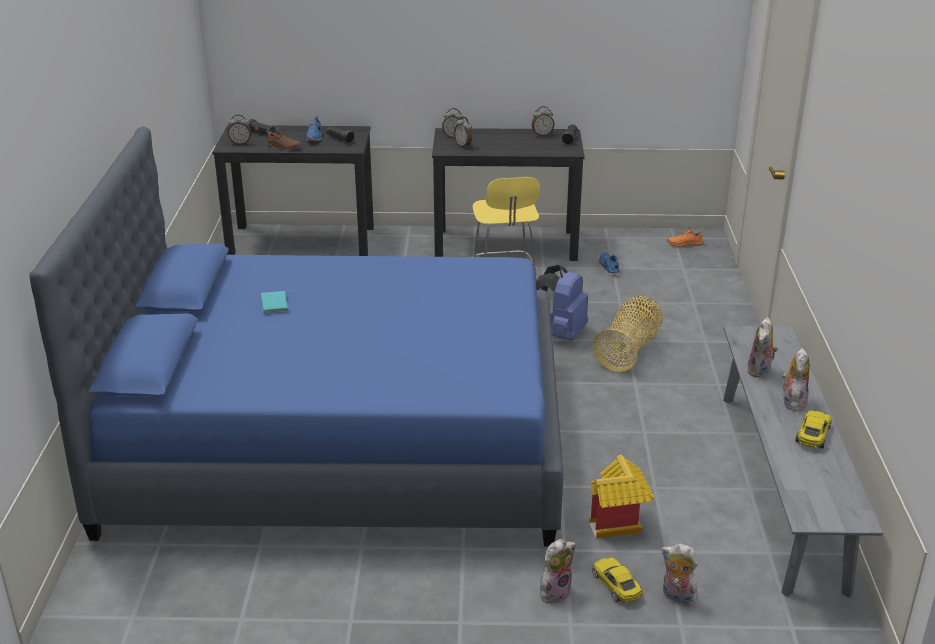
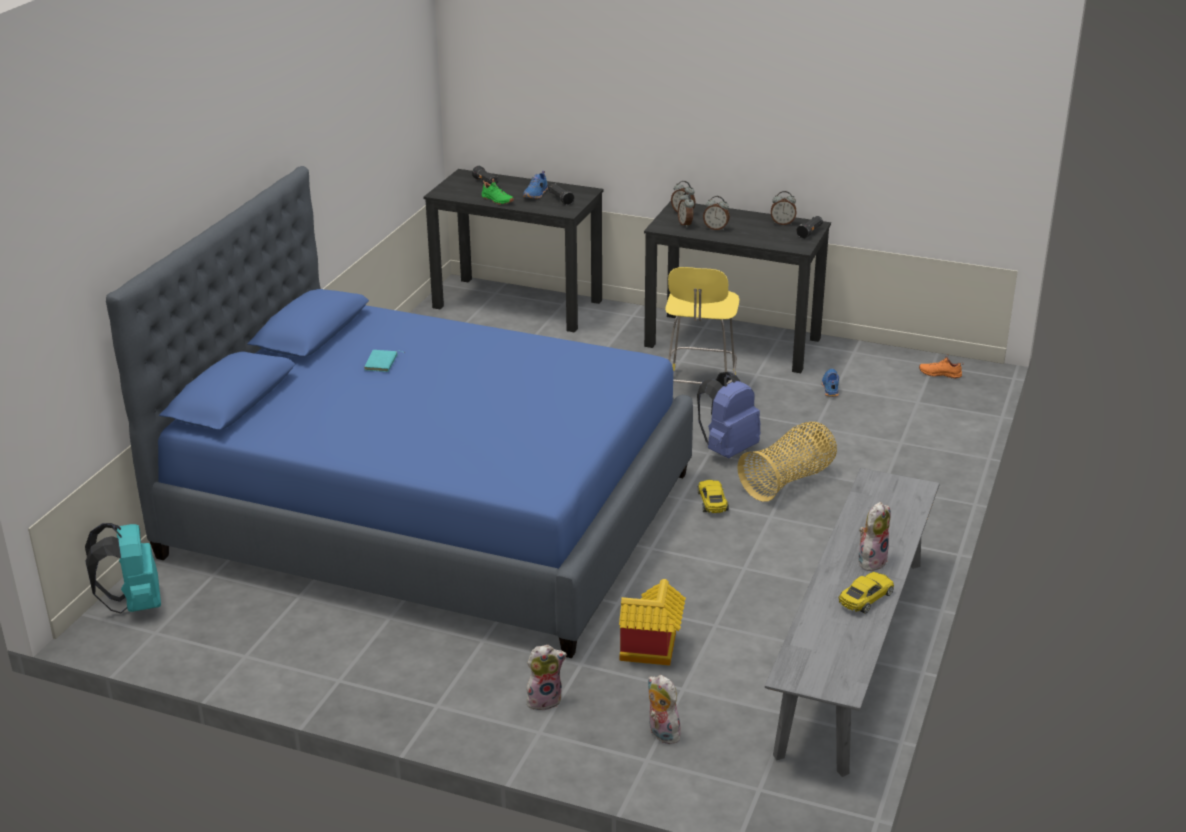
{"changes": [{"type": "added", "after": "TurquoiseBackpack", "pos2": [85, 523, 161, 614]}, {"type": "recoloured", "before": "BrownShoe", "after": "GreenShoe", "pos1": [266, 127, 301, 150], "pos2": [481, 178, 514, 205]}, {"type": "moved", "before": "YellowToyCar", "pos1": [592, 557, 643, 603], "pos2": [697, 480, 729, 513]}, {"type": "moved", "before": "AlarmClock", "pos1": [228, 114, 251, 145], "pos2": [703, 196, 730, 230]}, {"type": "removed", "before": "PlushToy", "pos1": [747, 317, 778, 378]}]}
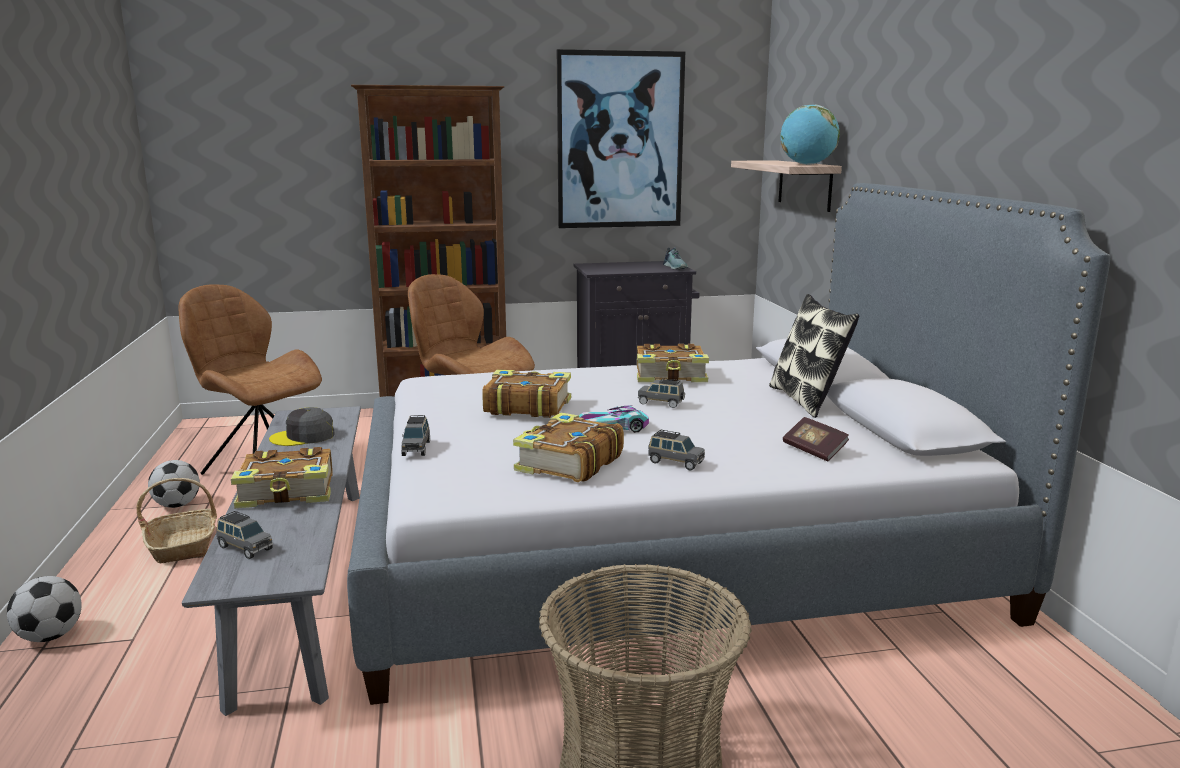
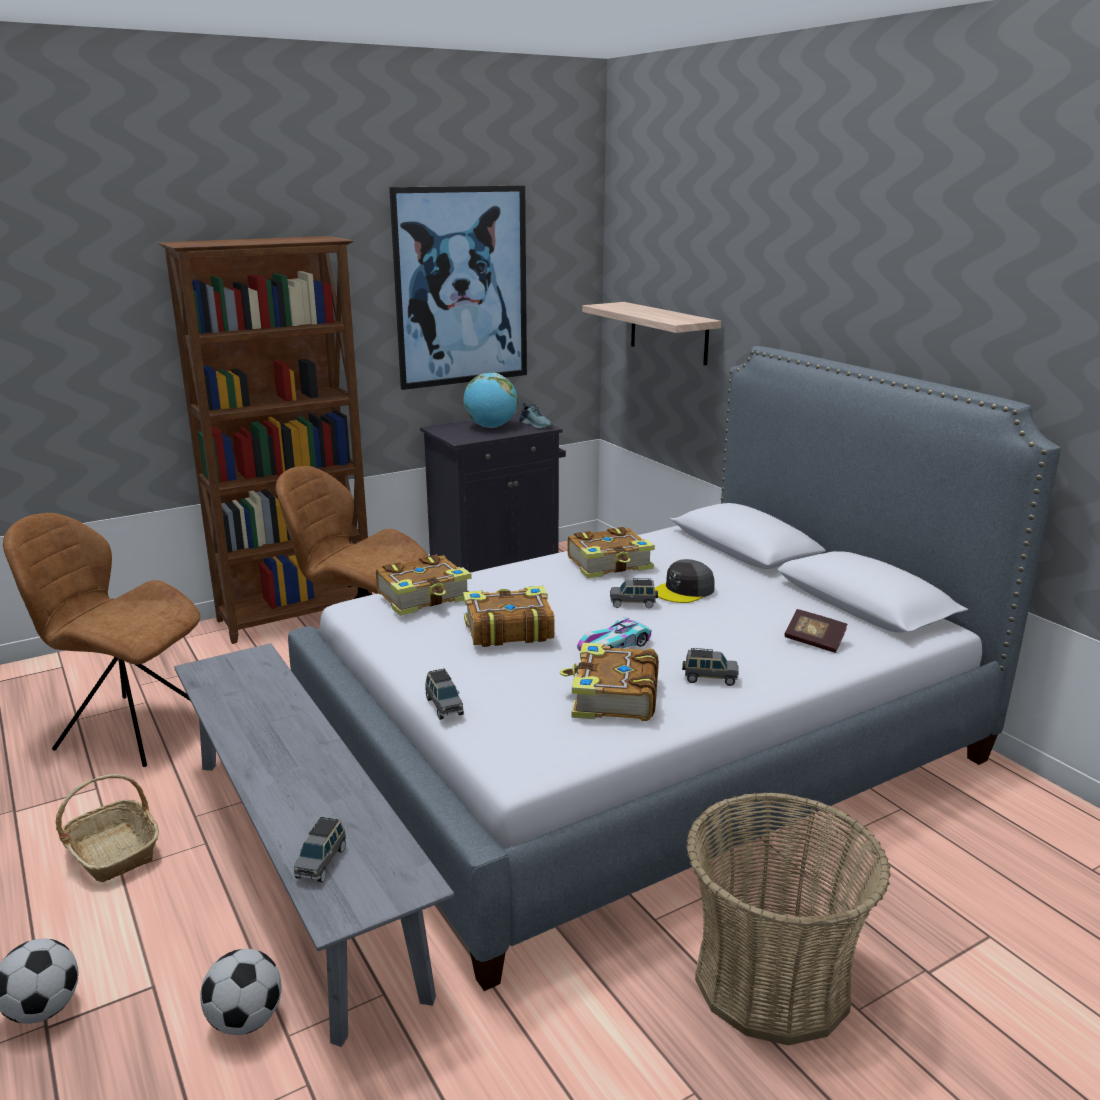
{"changes": [{"type": "moved", "before": "Football", "pos1": [148, 460, 200, 508], "pos2": [200, 949, 282, 1035]}, {"type": "turned", "before": "GreyToyCar", "pos1": [216, 511, 273, 559], "pos2": [294, 817, 346, 883], "turn": 90}, {"type": "moved", "before": "Book", "pos1": [231, 447, 333, 508], "pos2": [376, 555, 472, 616]}, {"type": "moved", "before": "Globe", "pos1": [780, 105, 840, 165], "pos2": [463, 373, 518, 428]}, {"type": "moved", "before": "GreyCap", "pos1": [269, 407, 334, 446], "pos2": [655, 559, 714, 603]}, {"type": "removed", "before": "Pillow", "pos1": [769, 294, 859, 418]}]}
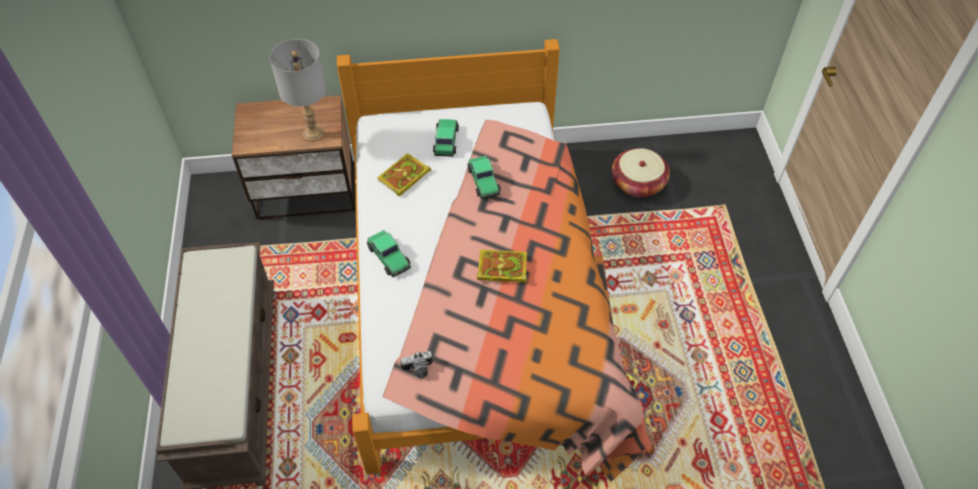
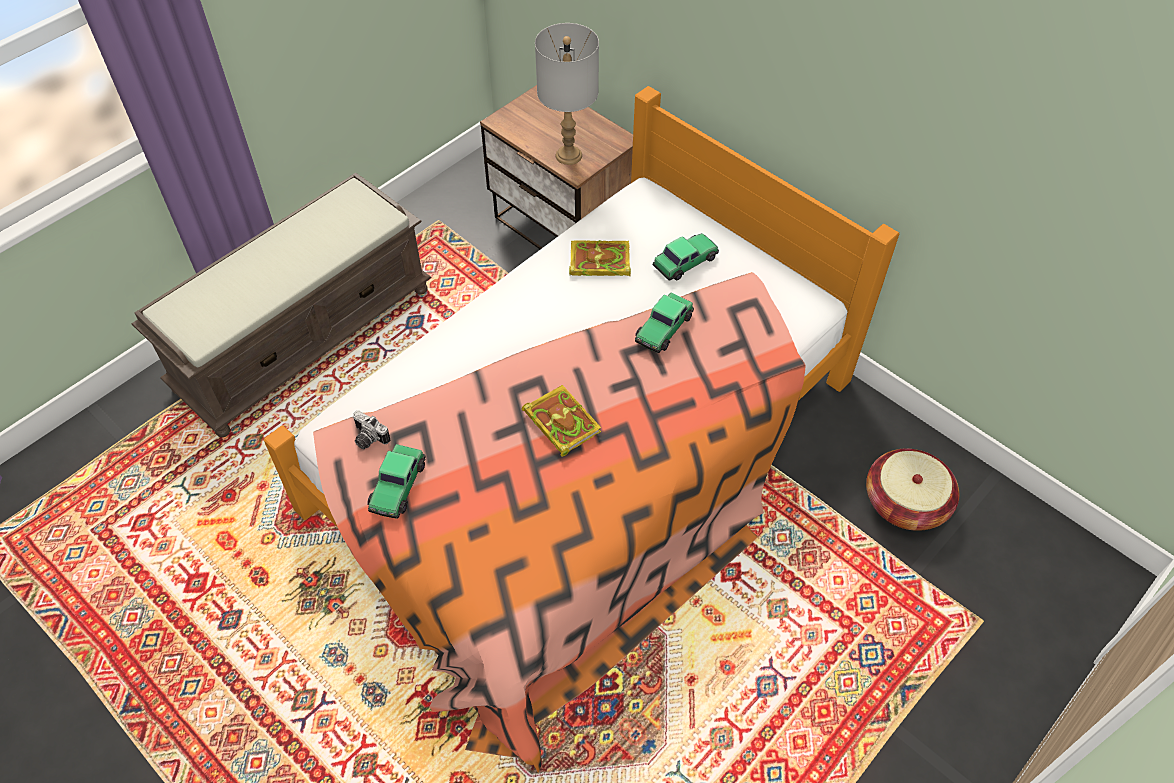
{"changes": [{"type": "moved", "before": "ToyCar", "pos1": [367, 230, 411, 277], "pos2": [367, 444, 426, 519]}]}
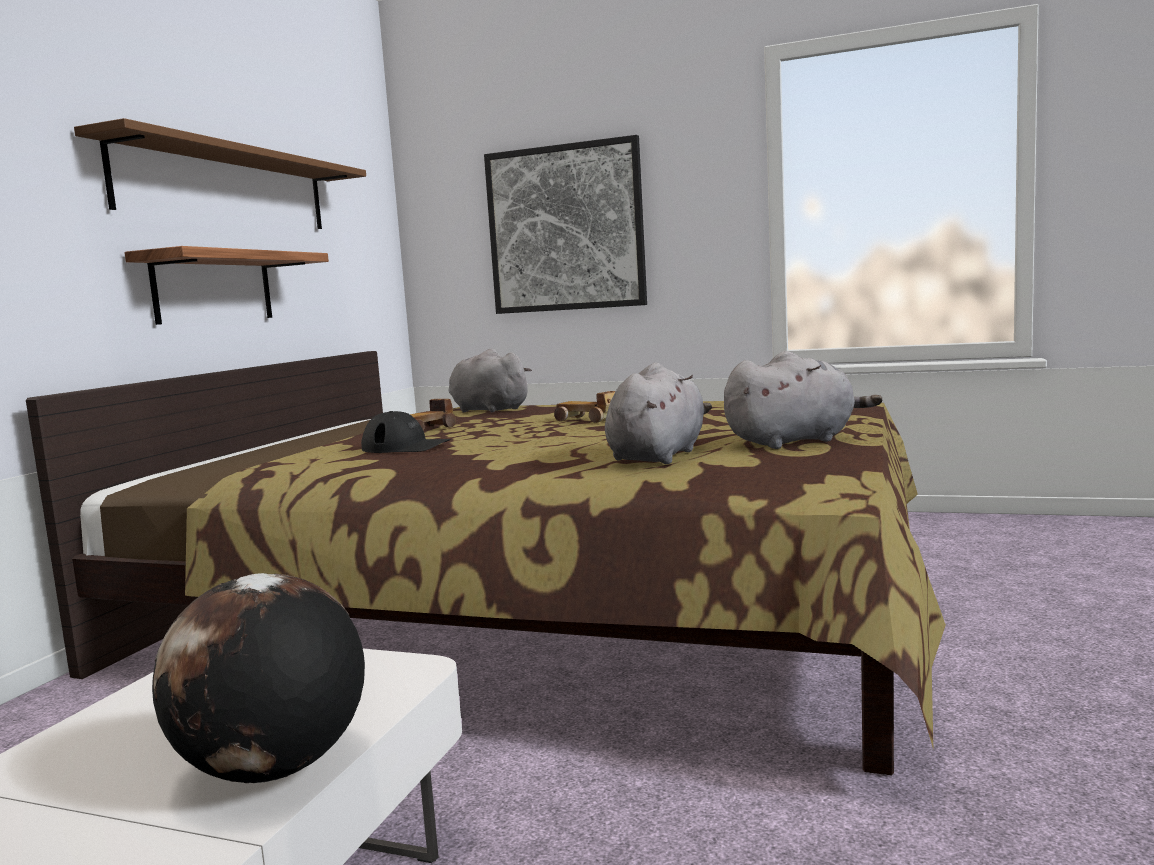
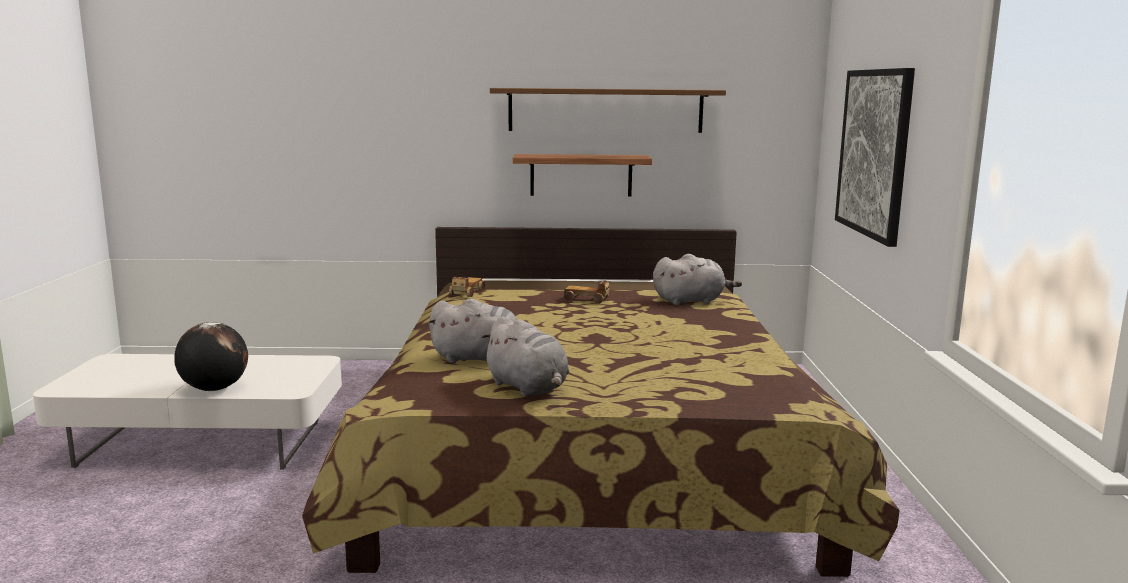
{"changes": [{"type": "moved", "before": "ToyCar", "pos1": [554, 391, 616, 423], "pos2": [449, 277, 485, 297]}, {"type": "turned", "before": "GreyPlushToy", "pos1": [449, 348, 532, 413], "pos2": [653, 254, 742, 305], "turn": 60}, {"type": "removed", "before": "BlackCap", "pos1": [361, 411, 450, 453]}]}
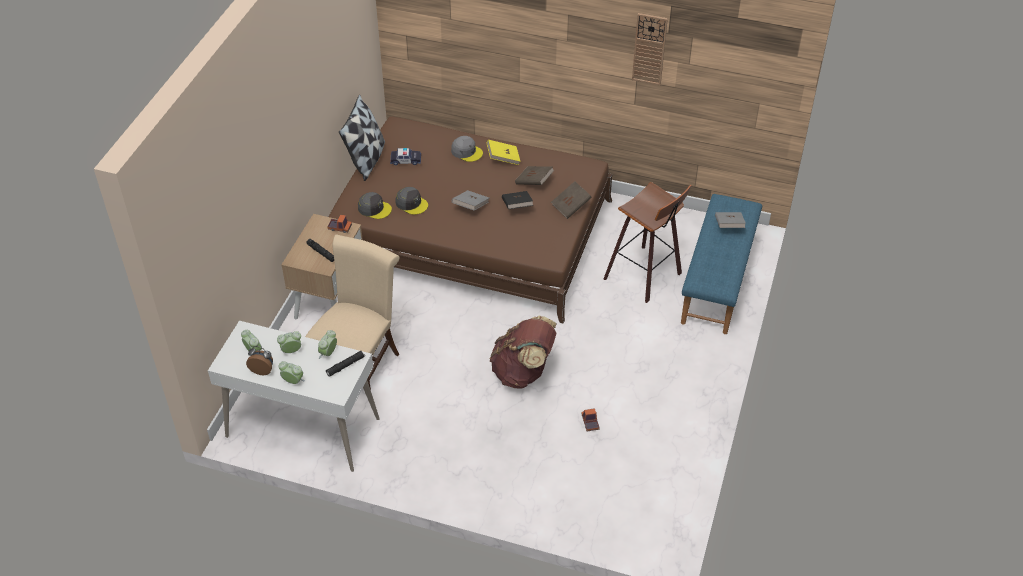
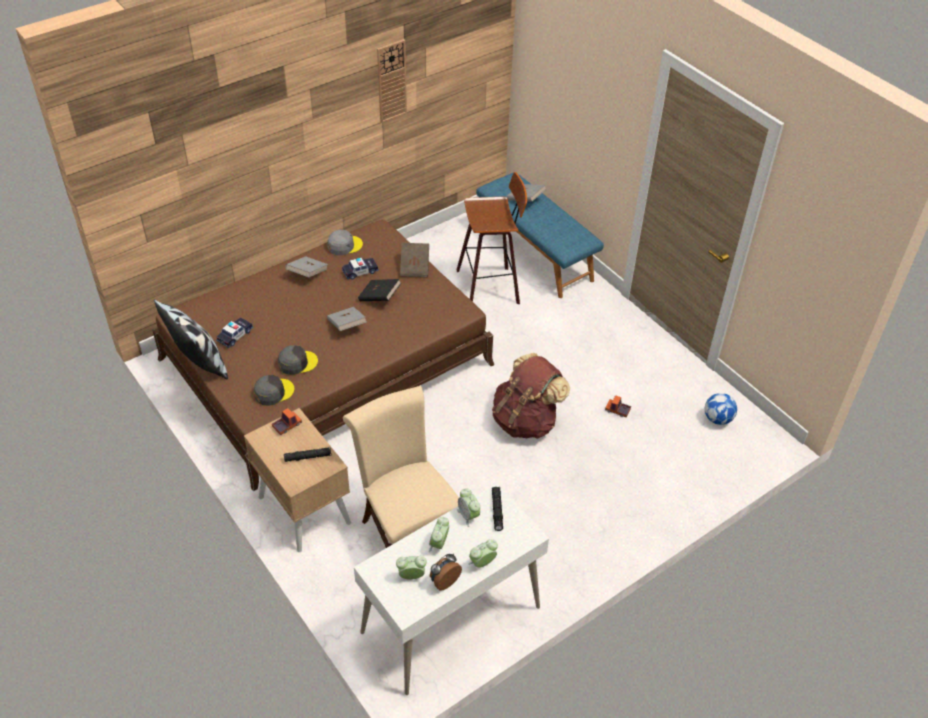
{"changes": [{"type": "recoloured", "before": "YellowBook", "after": "GreyBook", "pos1": [487, 140, 521, 165], "pos2": [285, 256, 328, 277]}, {"type": "moved", "before": "GreyCap", "pos1": [451, 136, 483, 162], "pos2": [327, 230, 363, 255]}, {"type": "replaced", "before": "BrownBook", "after": "ToyCar", "pos1": [515, 166, 554, 185], "pos2": [342, 258, 379, 280]}, {"type": "added", "after": "Football", "pos2": [705, 393, 737, 425]}]}
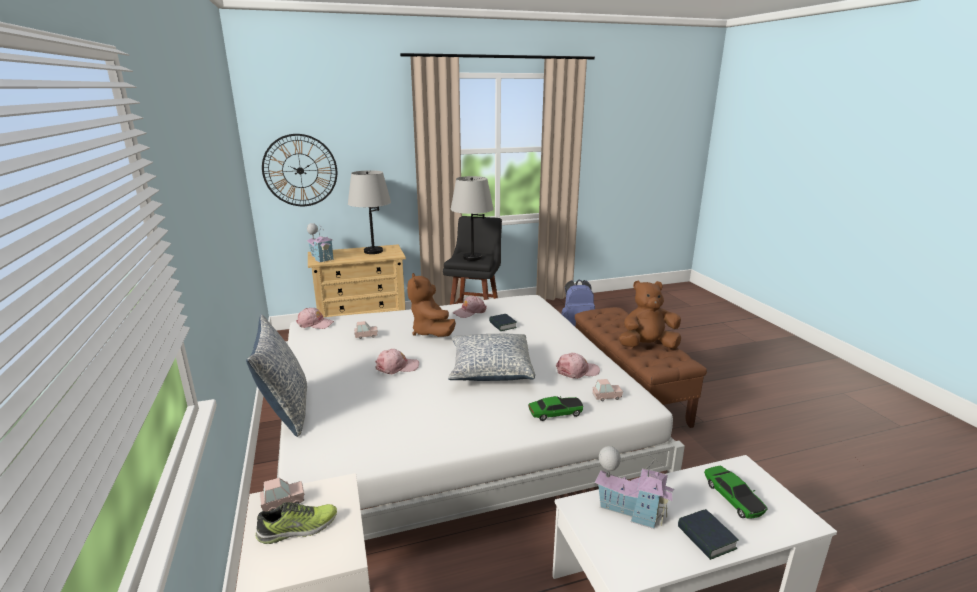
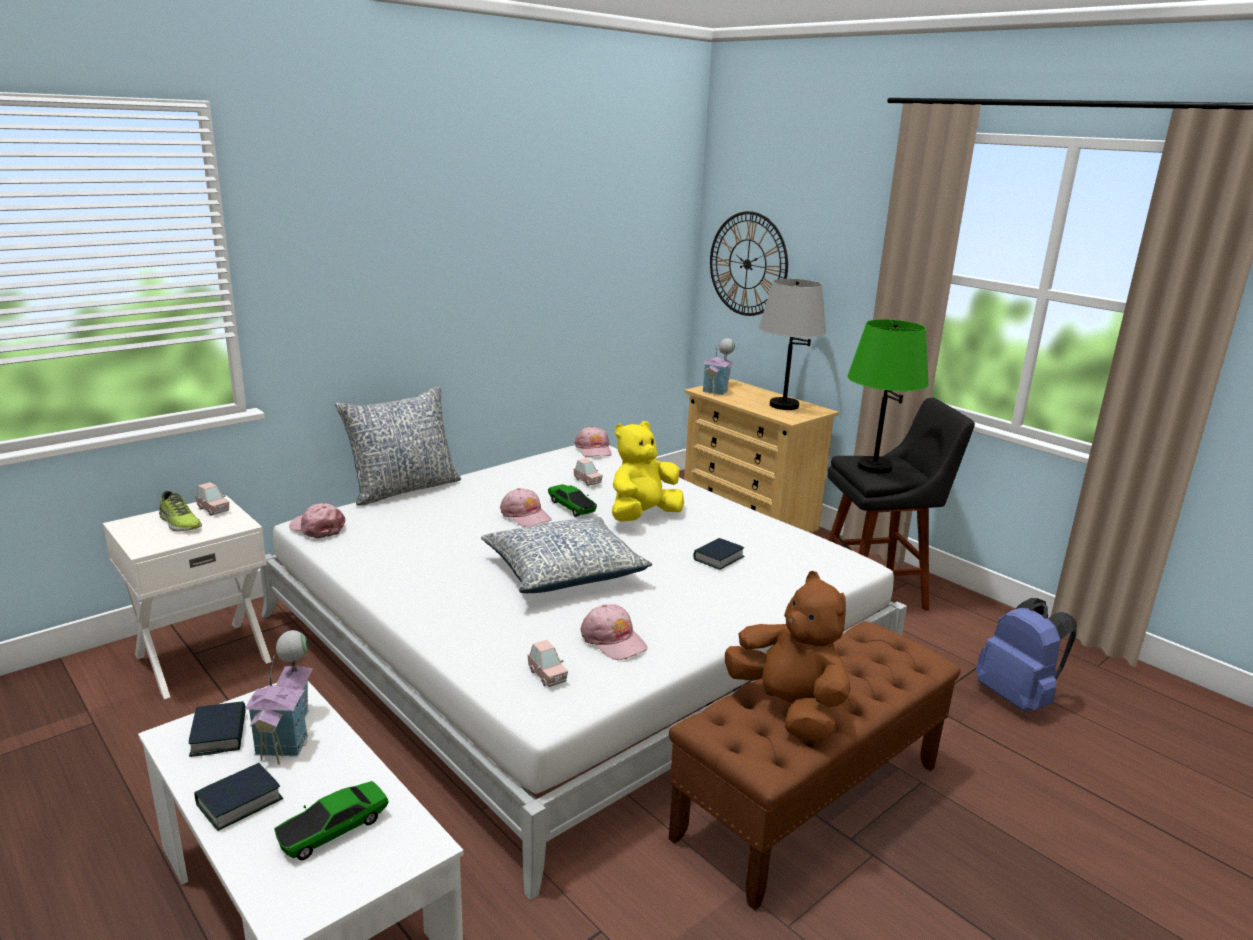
{"changes": [{"type": "added", "after": "Book", "pos2": [189, 701, 246, 757]}, {"type": "moved", "before": "PinkCap", "pos1": [453, 296, 487, 318], "pos2": [289, 503, 346, 538]}, {"type": "moved", "before": "ToyCar", "pos1": [528, 396, 583, 421], "pos2": [548, 484, 597, 517]}, {"type": "recoloured", "before": "BrownPlushToy", "after": "YellowPlushToy", "pos1": [407, 273, 456, 337], "pos2": [612, 421, 684, 522]}, {"type": "recoloured", "before": "GreyTableLamp", "after": "GreenTableLamp", "pos1": [451, 176, 493, 261], "pos2": [847, 319, 929, 474]}]}
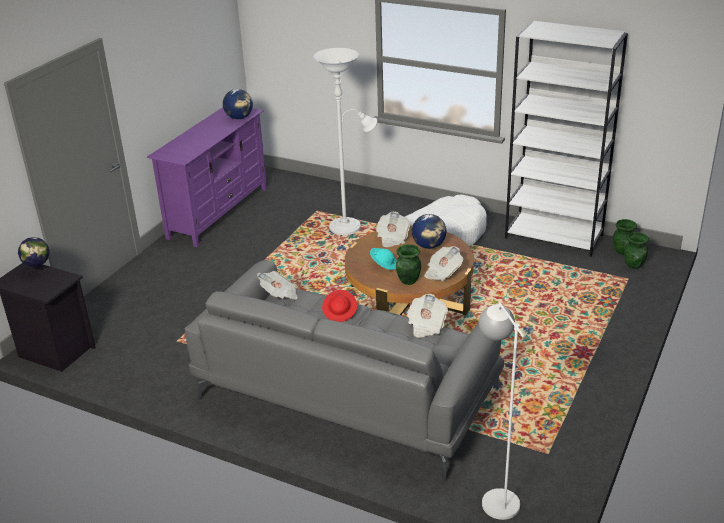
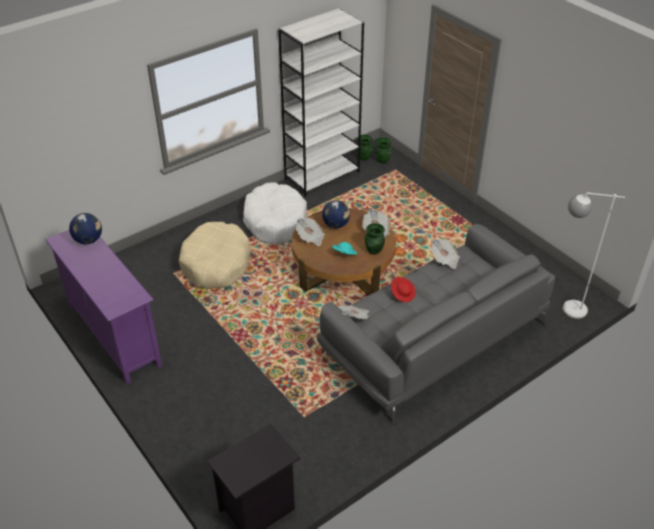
{"changes": [{"type": "replaced", "before": "WhiteFloorLamp", "after": "BeigeDogBed", "pos1": [314, 48, 377, 235], "pos2": [179, 222, 251, 289]}, {"type": "removed", "before": "Globe", "pos1": [18, 237, 50, 276]}]}
